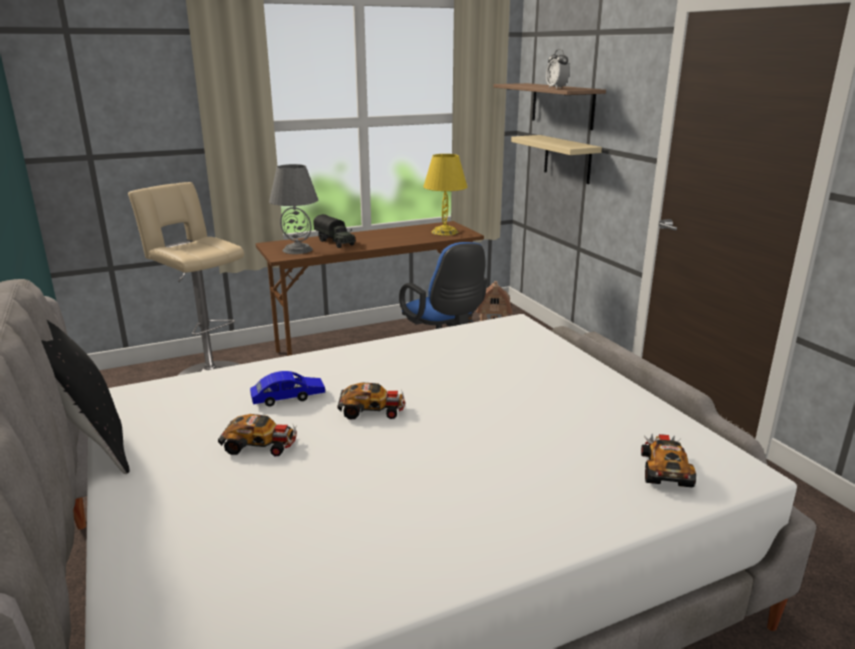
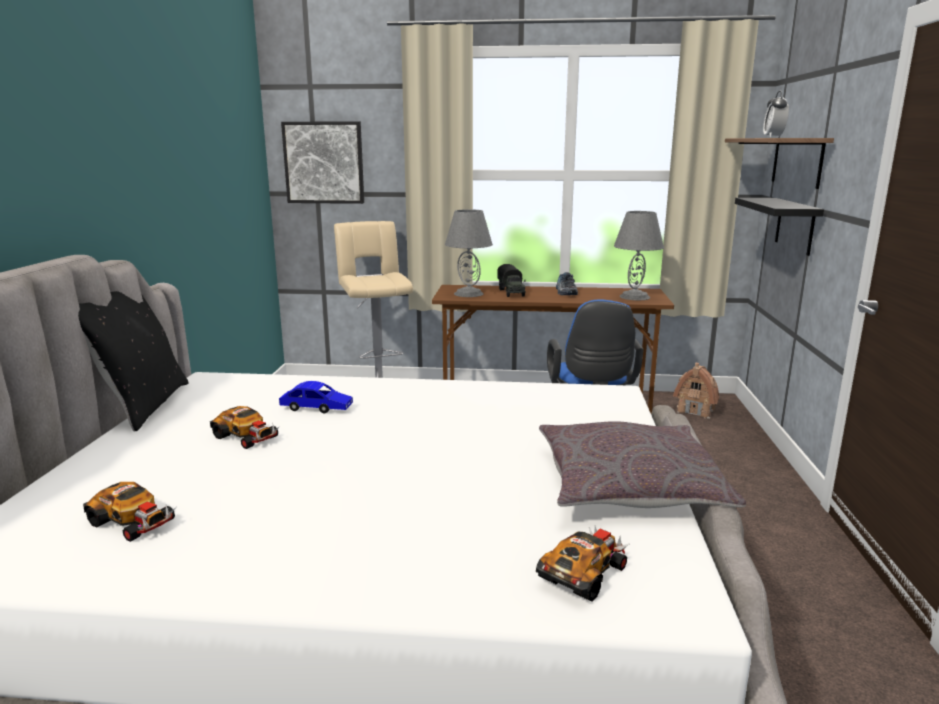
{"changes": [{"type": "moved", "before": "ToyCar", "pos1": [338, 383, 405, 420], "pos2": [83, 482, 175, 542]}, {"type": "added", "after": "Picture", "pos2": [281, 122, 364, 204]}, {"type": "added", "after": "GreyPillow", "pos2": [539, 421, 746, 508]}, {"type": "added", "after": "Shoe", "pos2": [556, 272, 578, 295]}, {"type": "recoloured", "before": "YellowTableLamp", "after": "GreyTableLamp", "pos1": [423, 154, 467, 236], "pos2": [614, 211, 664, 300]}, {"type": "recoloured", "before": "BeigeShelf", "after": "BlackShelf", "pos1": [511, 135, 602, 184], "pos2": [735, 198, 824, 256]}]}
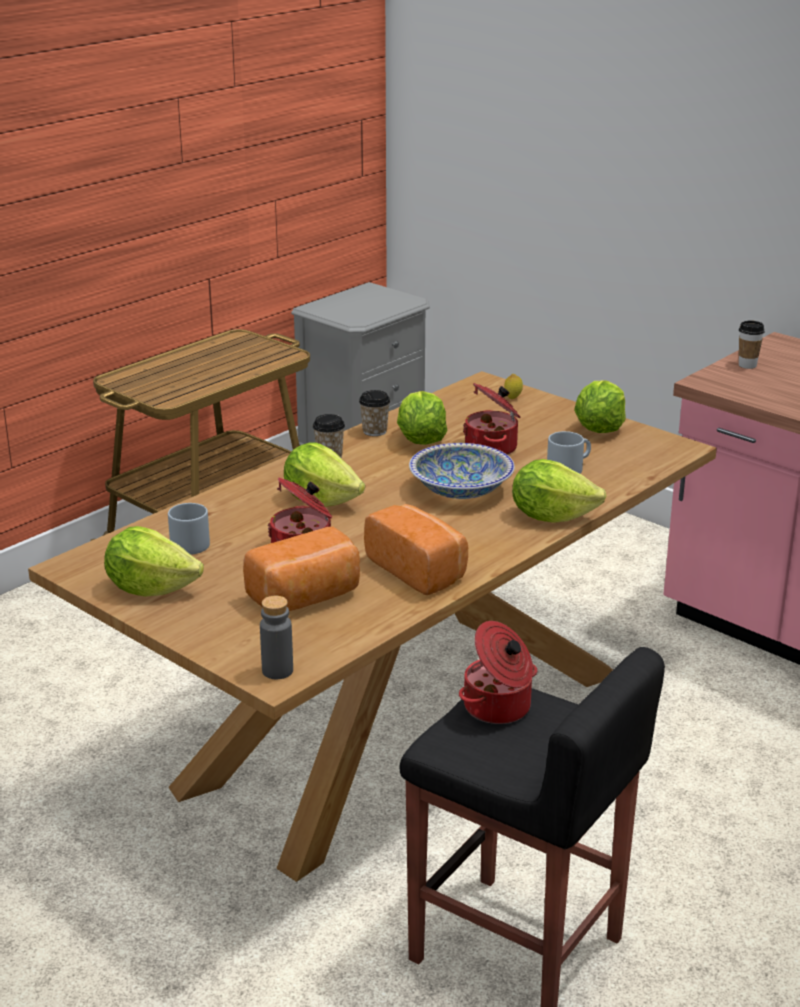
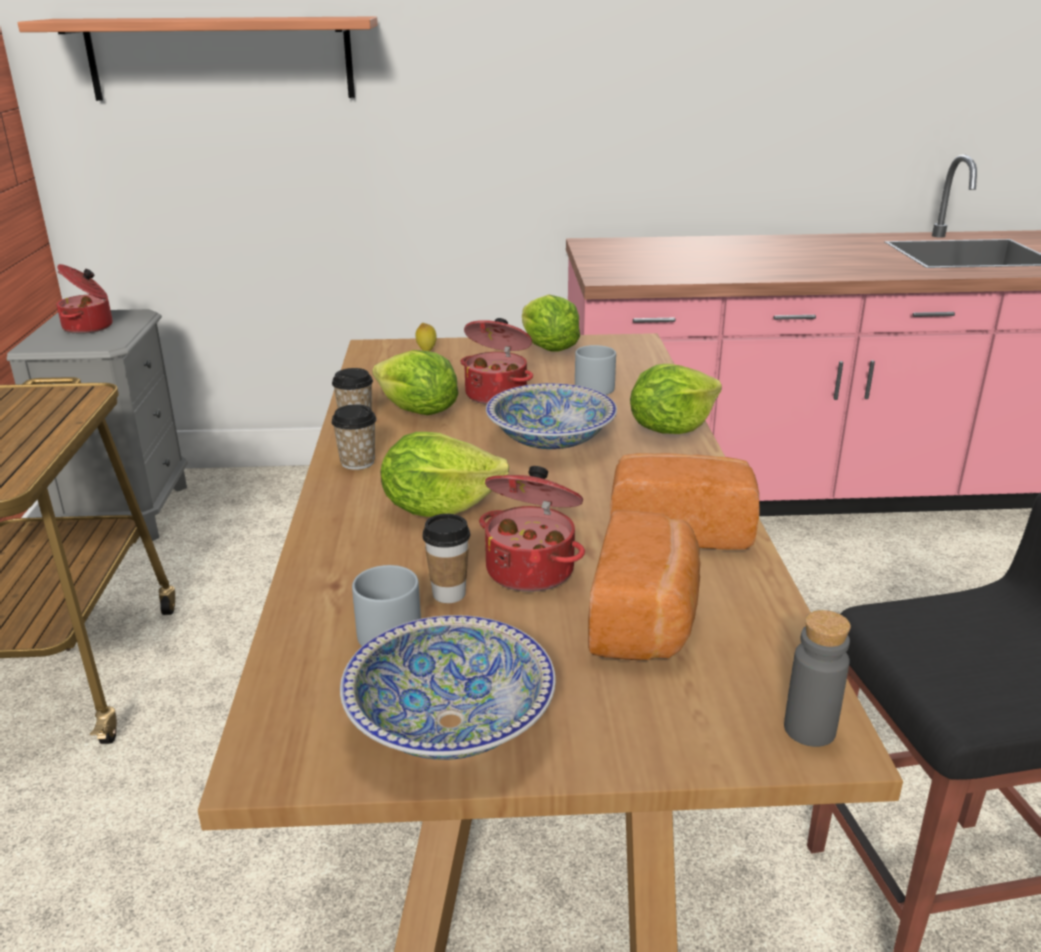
{"changes": [{"type": "added", "after": "Shelf", "pos2": [18, 16, 378, 101]}, {"type": "moved", "before": "CookingPot", "pos1": [459, 621, 538, 724], "pos2": [56, 264, 112, 334]}, {"type": "replaced", "before": "Lettuce", "after": "Bowl", "pos1": [104, 526, 204, 597], "pos2": [340, 615, 556, 760]}, {"type": "moved", "before": "Cup", "pos1": [739, 321, 765, 369], "pos2": [422, 514, 470, 603]}]}
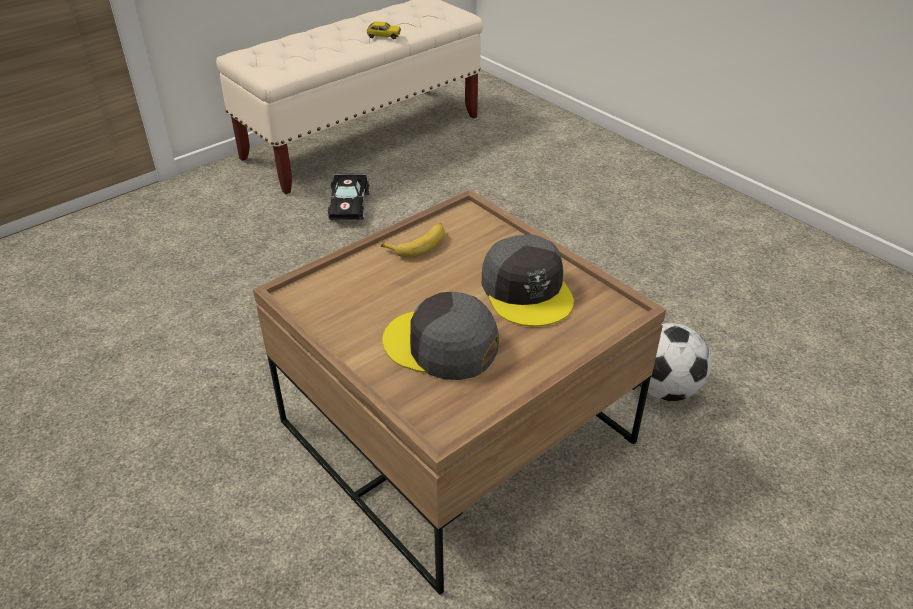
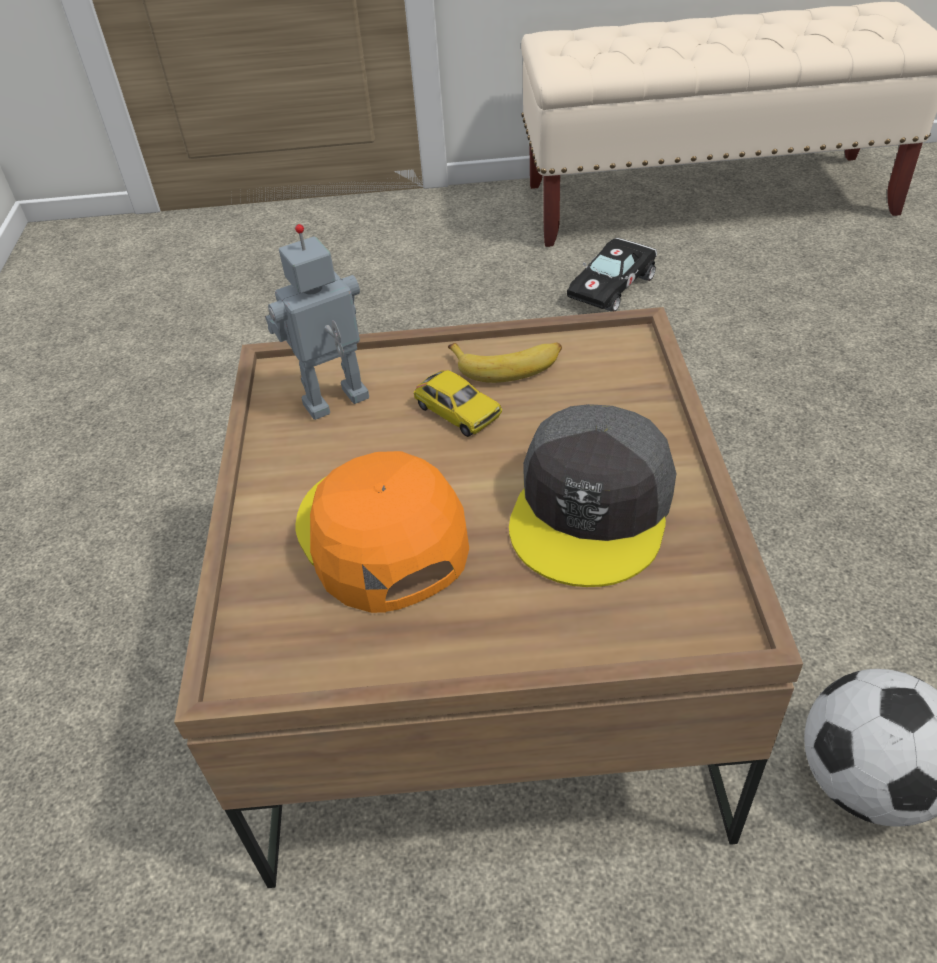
{"changes": [{"type": "added", "after": "ToyRobot", "pos2": [265, 224, 369, 420]}, {"type": "recoloured", "before": "GreyCap", "after": "OrangeCap", "pos1": [382, 292, 499, 380], "pos2": [295, 451, 469, 613]}, {"type": "moved", "before": "ToyCar", "pos1": [367, 22, 401, 39], "pos2": [414, 370, 502, 437]}]}
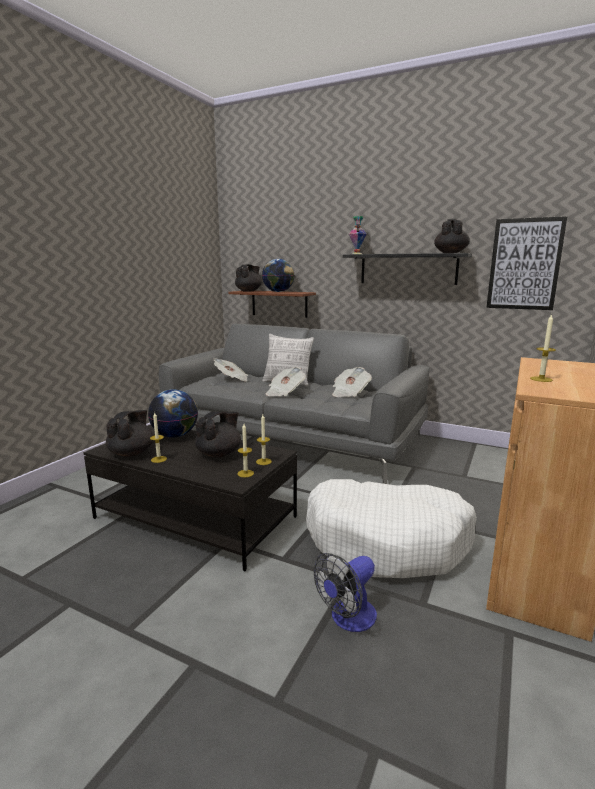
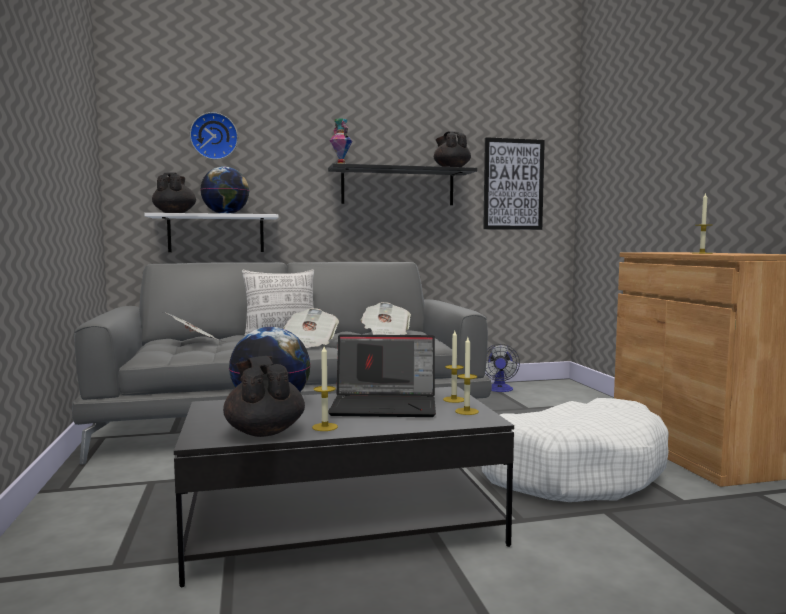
{"changes": [{"type": "recoloured", "before": "BrownShelf", "after": "WhiteShelf", "pos1": [228, 291, 316, 318], "pos2": [144, 213, 279, 252]}, {"type": "added", "after": "WallClock", "pos2": [190, 112, 238, 160]}, {"type": "replaced", "before": "BlackTeapot", "after": "Laptop", "pos1": [195, 411, 241, 458], "pos2": [328, 335, 436, 417]}, {"type": "moved", "before": "Fan", "pos1": [314, 553, 377, 632], "pos2": [485, 344, 520, 392]}]}
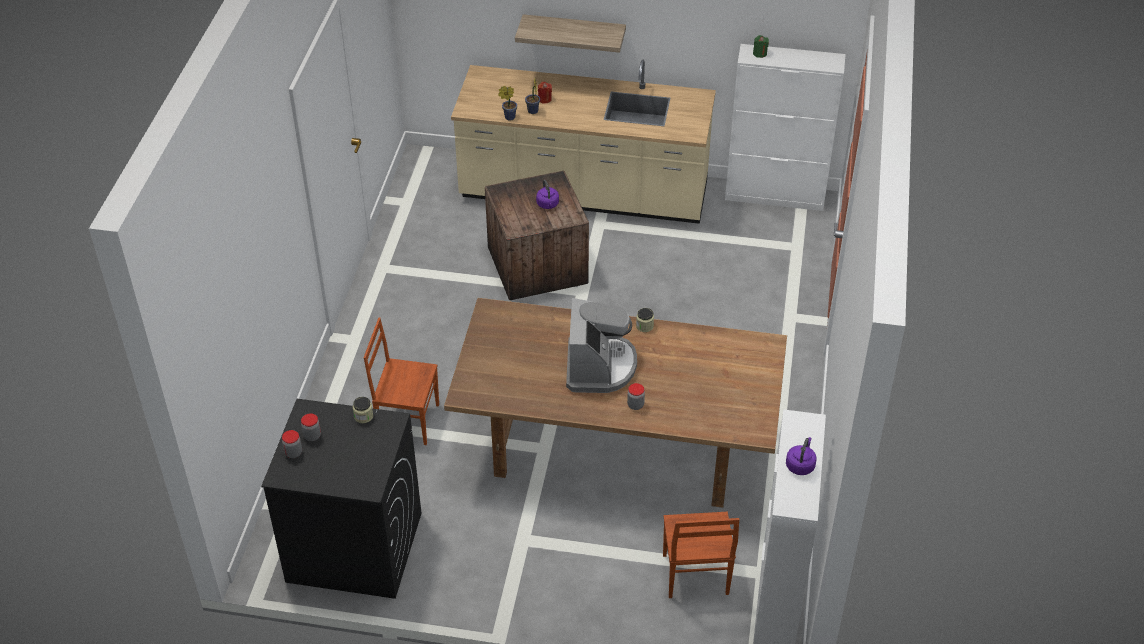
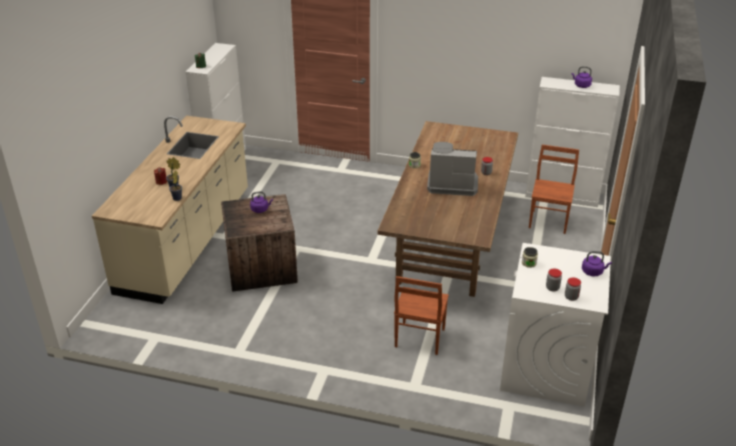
{"changes": [{"type": "recoloured", "before": "BlackWashingMachine", "after": "WhiteWashingMachine", "pos1": [261, 399, 421, 599], "pos2": [500, 243, 611, 407]}, {"type": "turned", "before": "BrownChair", "pos1": [663, 512, 739, 598], "pos2": [529, 145, 579, 234], "turn": -75}, {"type": "added", "after": "PurpleKettle", "pos2": [582, 251, 612, 276]}, {"type": "removed", "before": "Shelf", "pos1": [515, 14, 626, 53]}]}
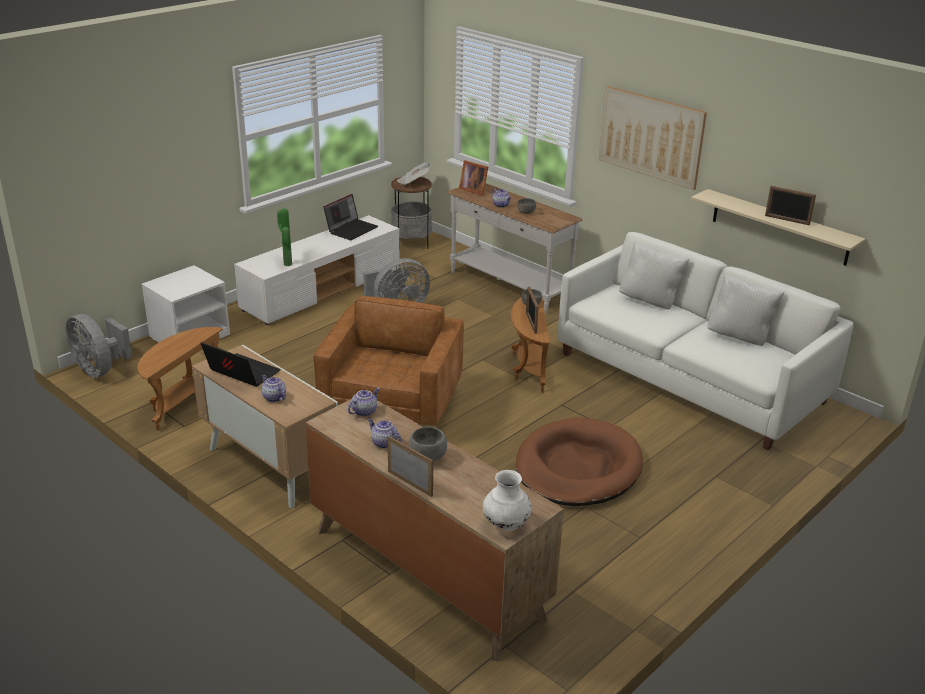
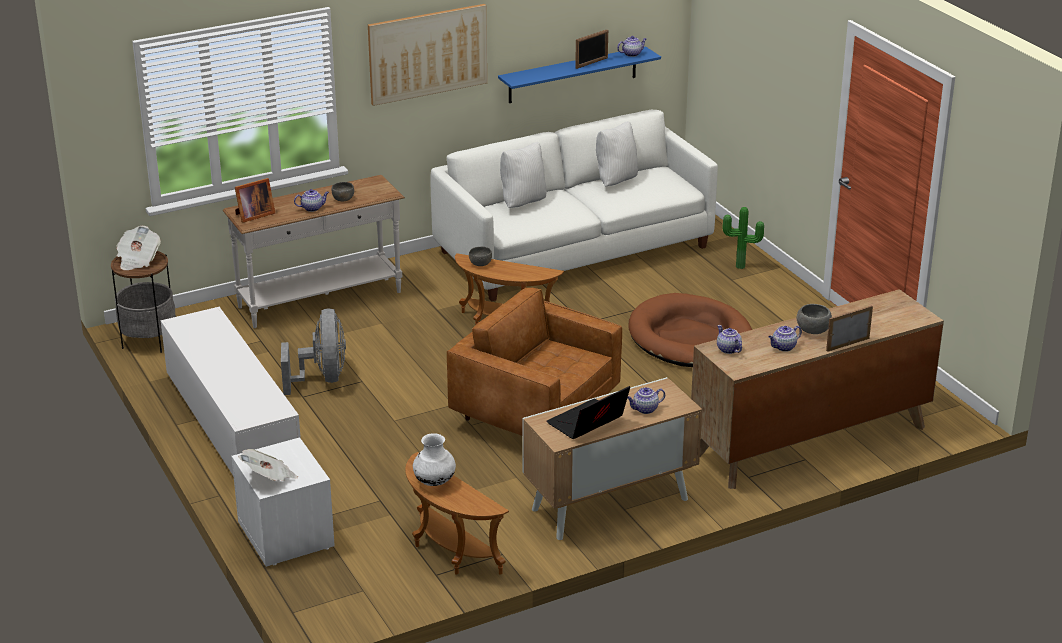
{"changes": [{"type": "added", "after": "Newspaper", "pos2": [238, 449, 298, 481]}, {"type": "moved", "before": "WhiteVase", "pos1": [483, 470, 532, 531], "pos2": [413, 433, 456, 486]}, {"type": "recoloured", "before": "BeigeShelf", "after": "BlueShelf", "pos1": [691, 189, 865, 266], "pos2": [498, 47, 661, 103]}, {"type": "added", "after": "Teapot", "pos2": [617, 36, 647, 57]}, {"type": "moved", "before": "PottedPlant", "pos1": [277, 208, 292, 266], "pos2": [722, 207, 764, 269]}, {"type": "removed", "before": "GreyFan", "pos1": [66, 314, 133, 378]}, {"type": "removed", "before": "Laptop", "pos1": [323, 194, 378, 240]}, {"type": "removed", "before": "PictureFrame", "pos1": [526, 287, 539, 334]}]}
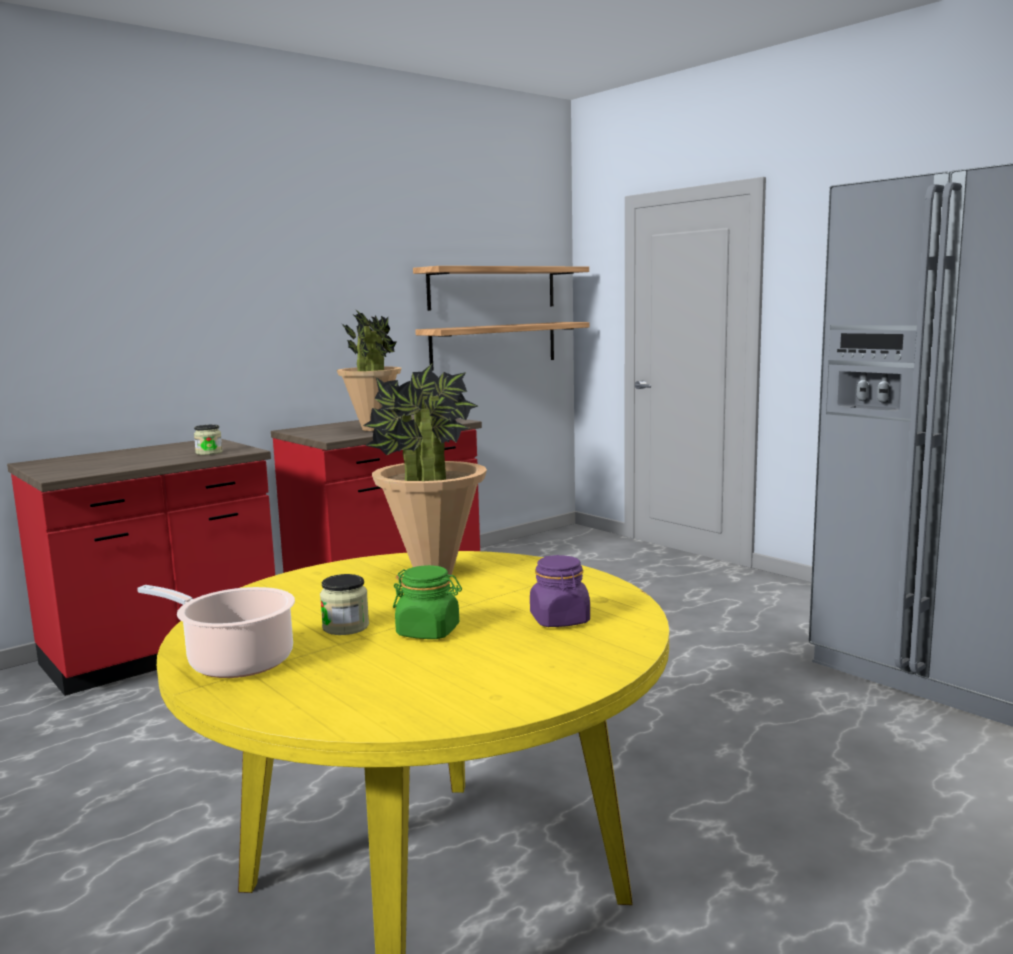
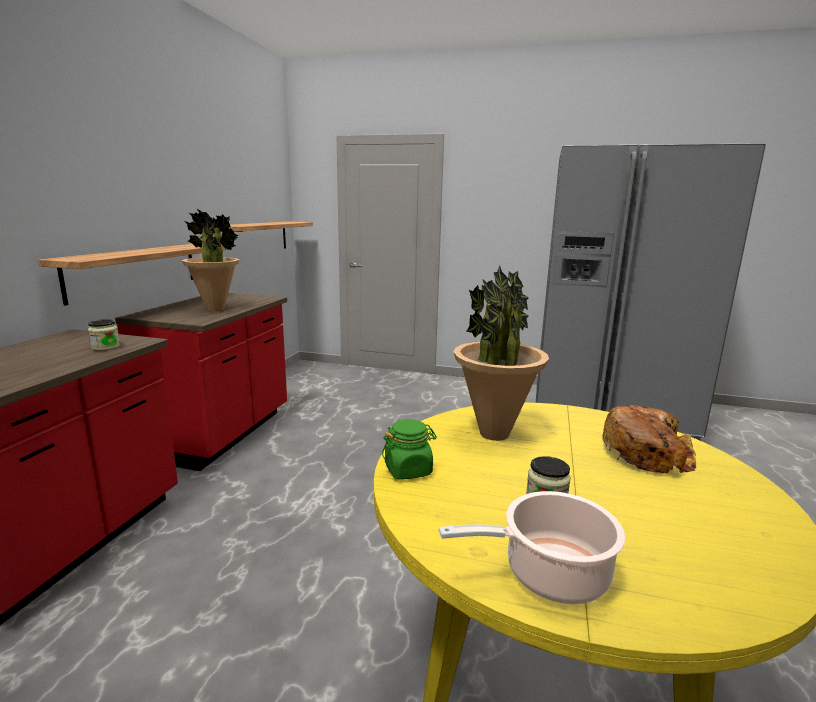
{"changes": [{"type": "moved", "before": "Shelf", "pos1": [413, 266, 589, 311], "pos2": [38, 244, 229, 306]}, {"type": "moved", "before": "GreenJar", "pos1": [393, 565, 462, 639], "pos2": [382, 419, 437, 480]}, {"type": "replaced", "before": "PurpleJar", "after": "Bread", "pos1": [530, 555, 590, 627], "pos2": [602, 405, 696, 474]}]}
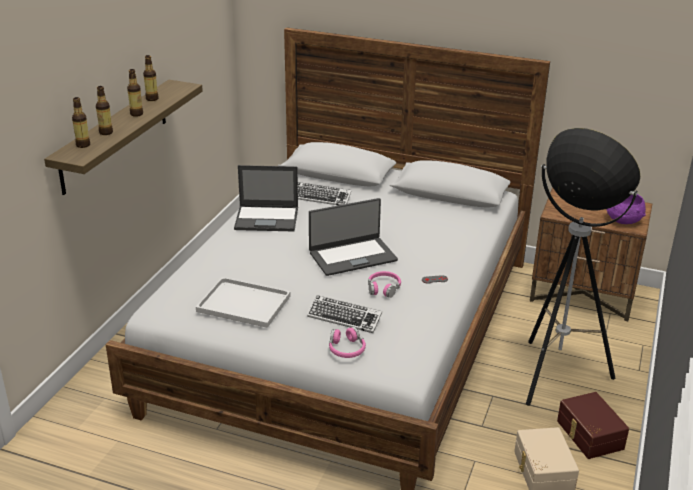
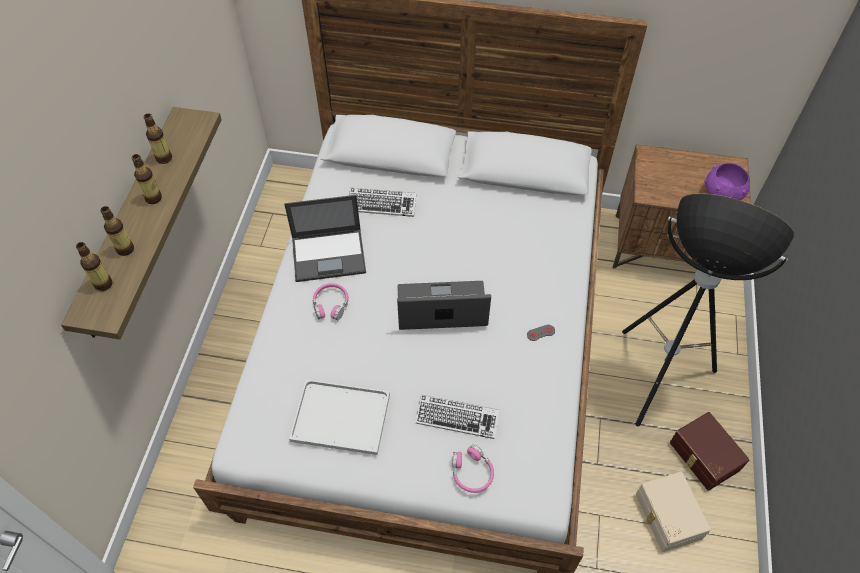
{"changes": [{"type": "moved", "before": "PinkHeadphones", "pos1": [368, 271, 401, 298], "pos2": [313, 283, 349, 320]}, {"type": "turned", "before": "Laptop", "pos1": [309, 198, 398, 276], "pos2": [397, 281, 491, 330], "turn": -150}]}
